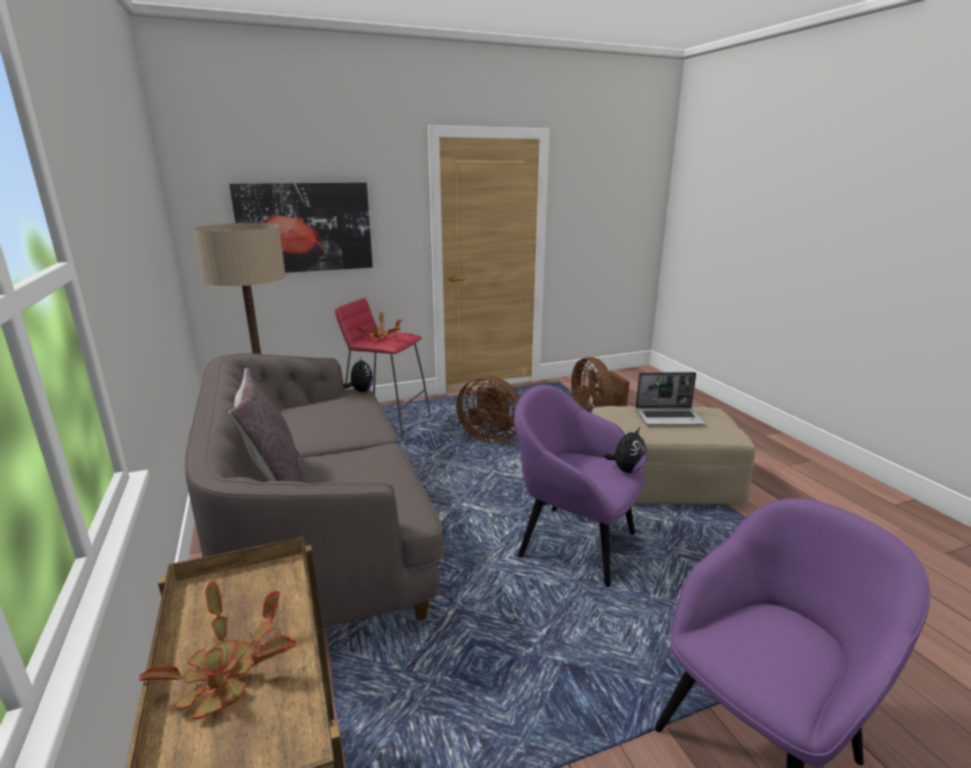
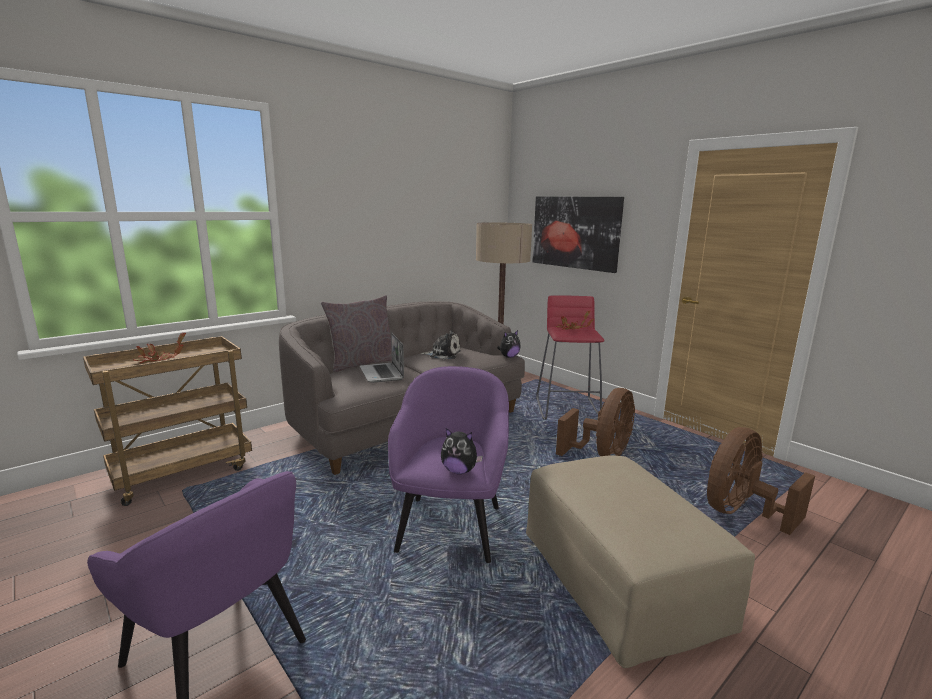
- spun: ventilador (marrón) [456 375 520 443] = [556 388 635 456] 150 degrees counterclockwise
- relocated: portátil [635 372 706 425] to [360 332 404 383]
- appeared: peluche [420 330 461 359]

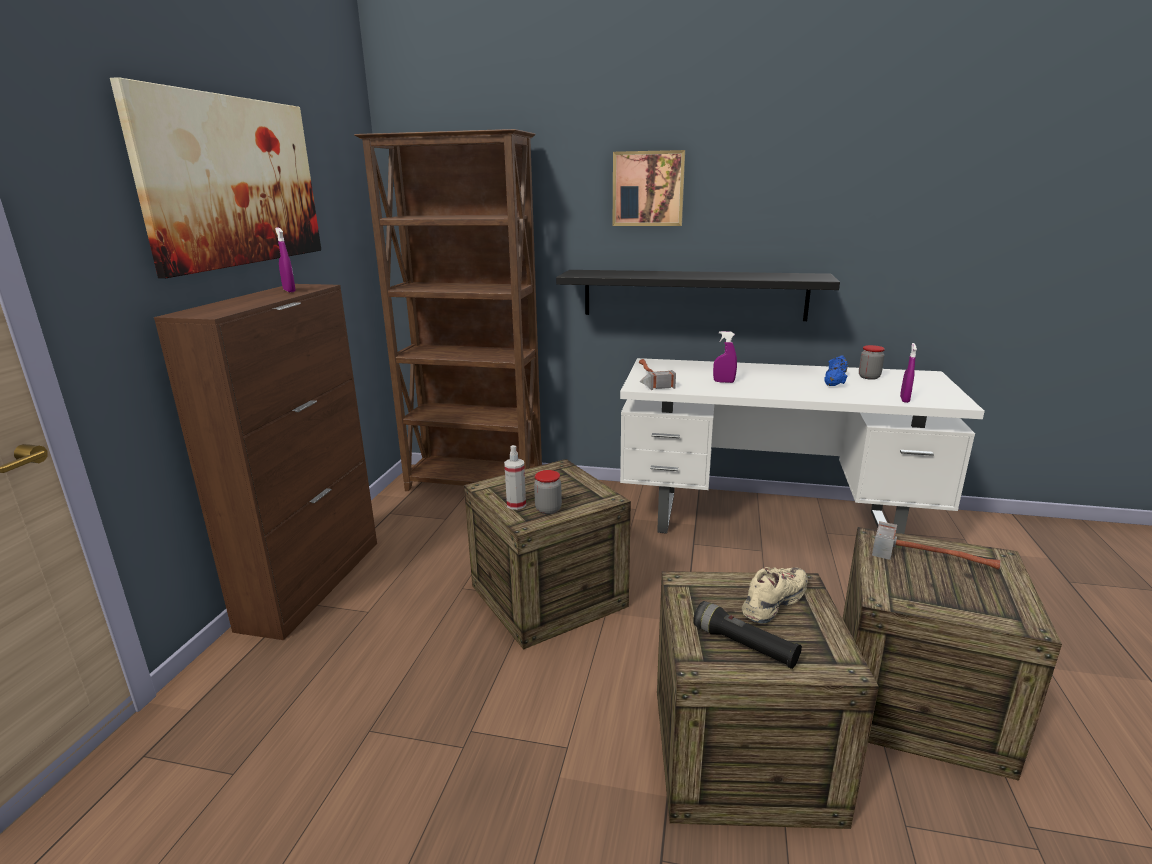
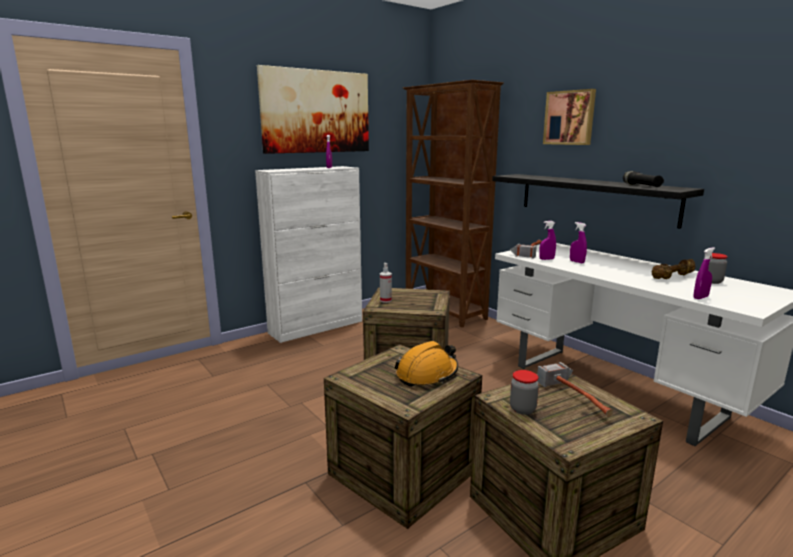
- colour: armario (marrón) [154 284 377 640] to armario (blanco) [255 166 362 343]
- relocated: tarro [534 470 562 514] to [510 370 539 415]
- relocated: linterna (negro) [693 601 802 669] to [623 171 664 187]
- exchanged: zapato (beis) [742 567 808 624] to casco (naranja) [395 341 458 387]
- colour: mancuerna (azul) [824 355 848 386] to mancuerna (marrón) [652 259 695 279]
- appeared: pulverizador (morado) [539 221 556 260]

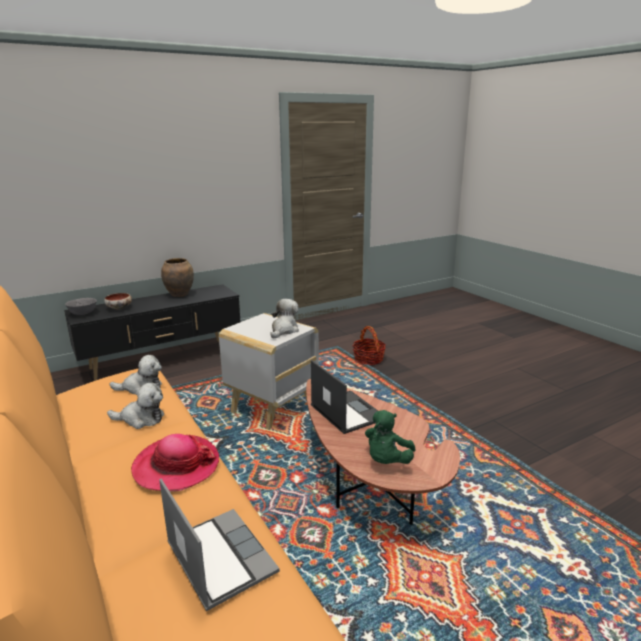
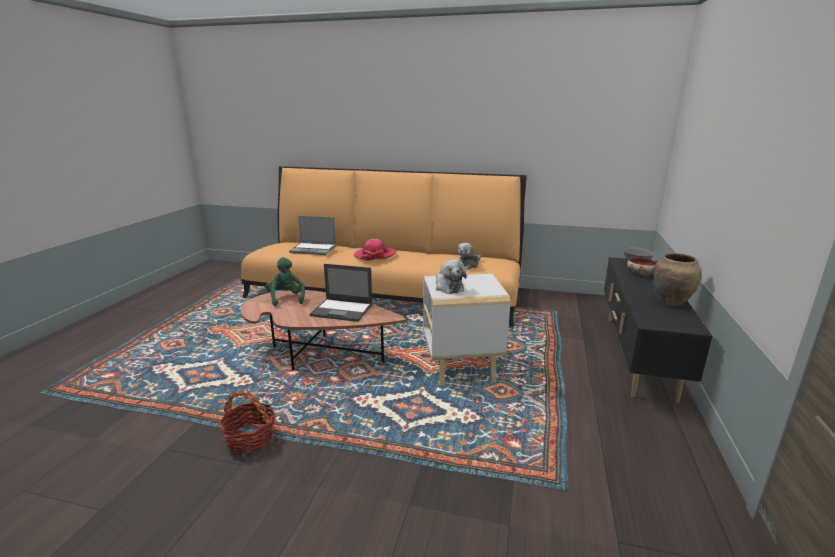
- missing: peluche [107 383 164 429]
- relocated: cesta [352 326 386 365] to [219 391 276 453]

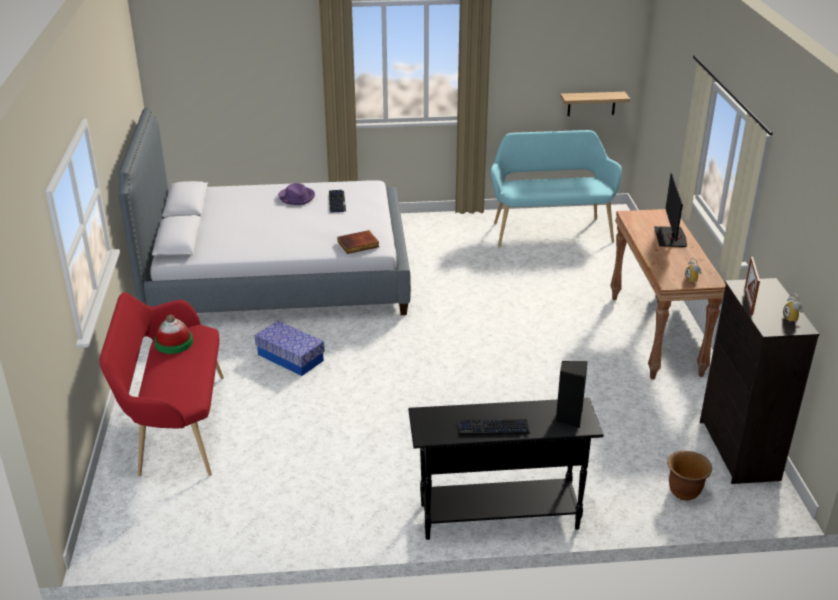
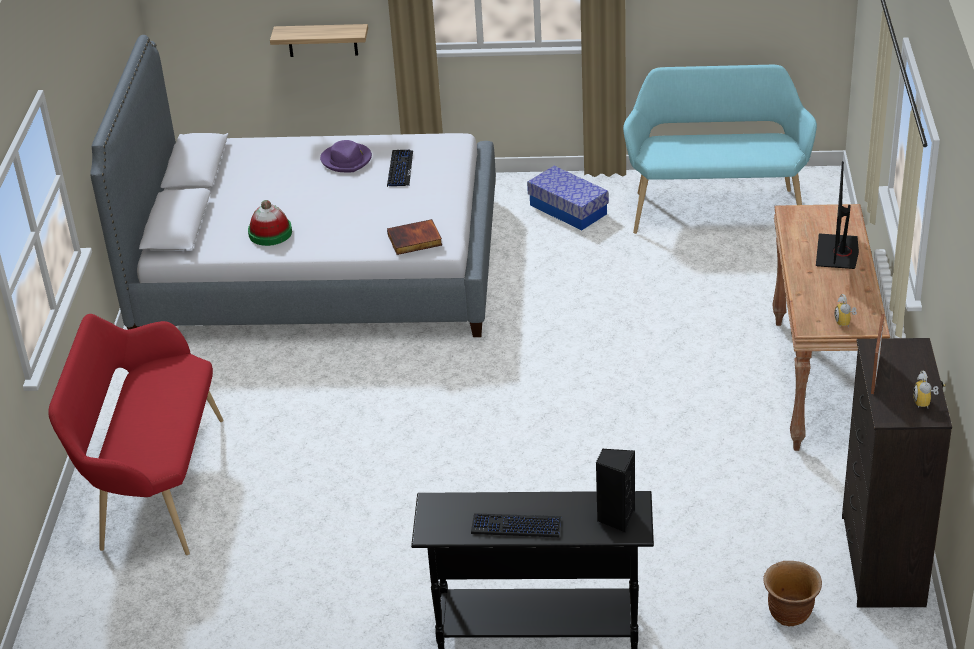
- relocated: sombrero [154 315 193 354] to [248 200 292 246]
- relocated: caja de almacenaje [255 321 325 376] to [527 166 609 230]
- relocated: estante [560 92 630 116] to [270 24 368 57]

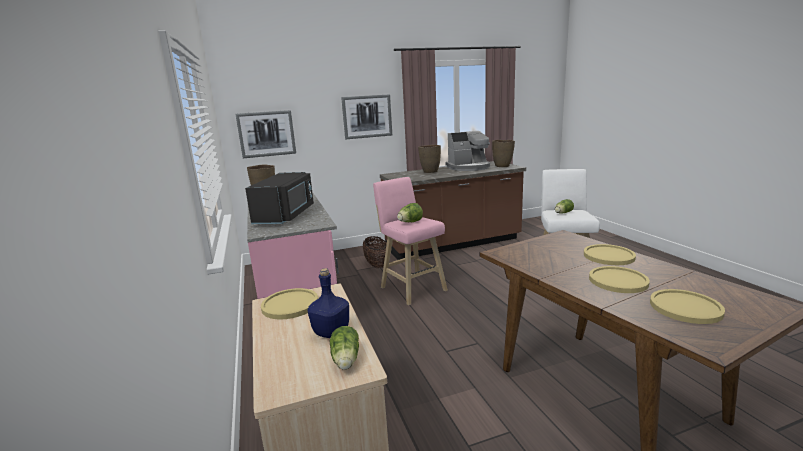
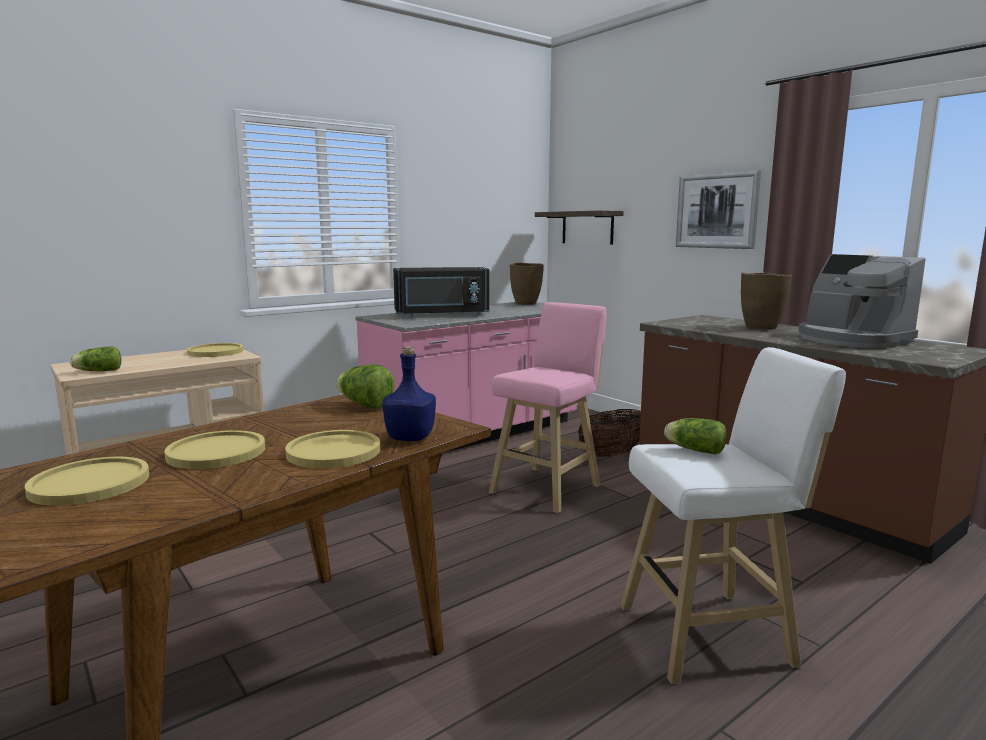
- exchanged: cuadro [235 110 296 158] to estante [535 210 624 245]
- relocated: botella (azul) [307 268 349 338] to [382 346 436 441]
- relocated: lechuga [397 203 423 222] to [336 364 395 409]
- missing: florero (marrón) [492 140 515 167]

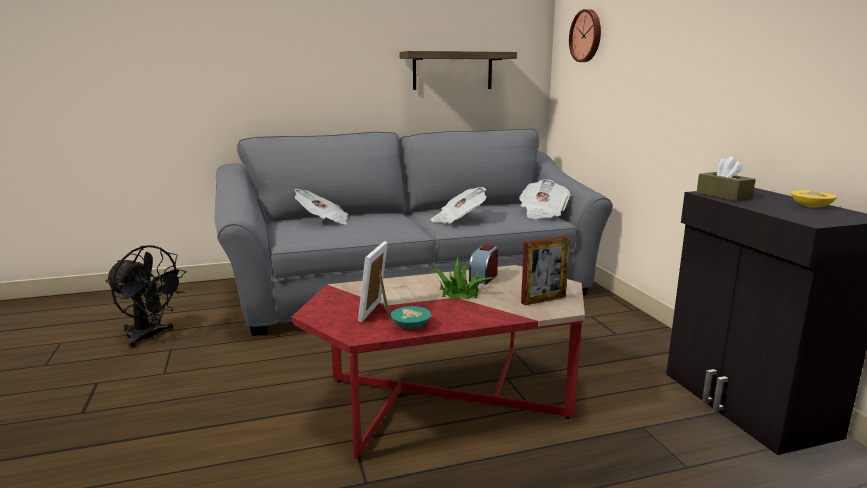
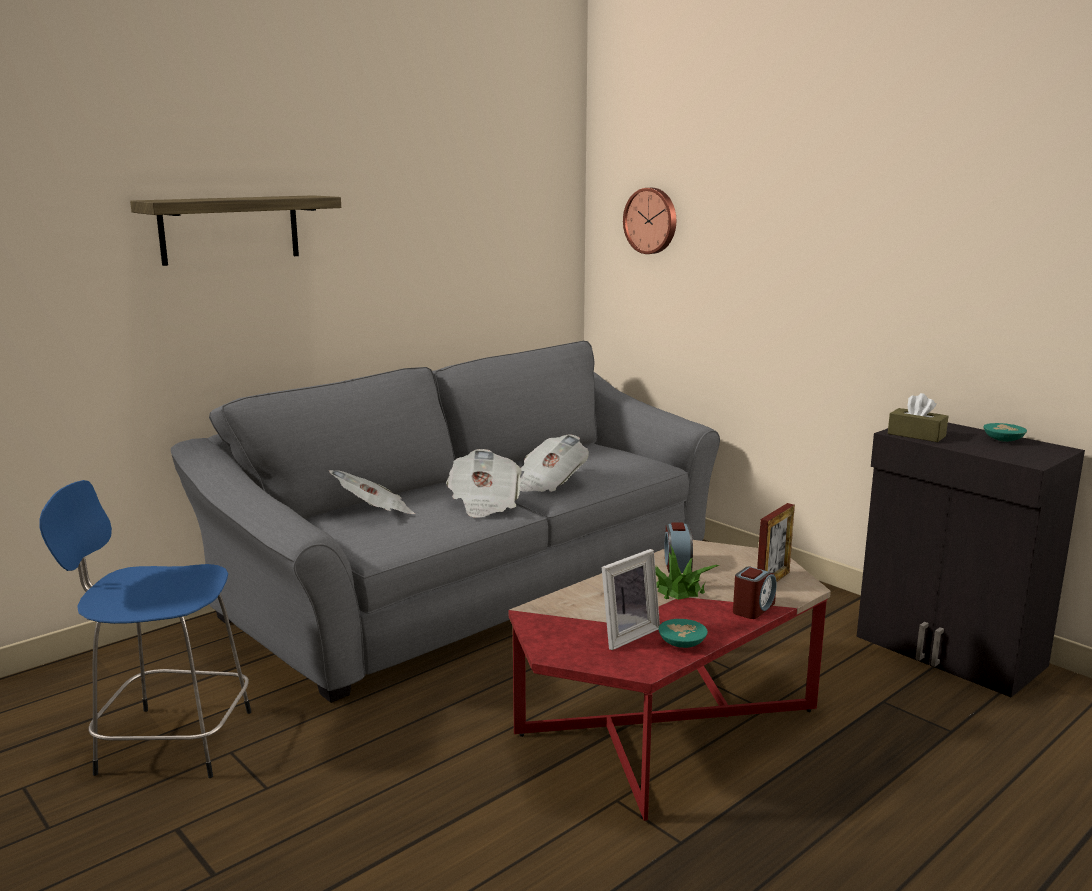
- exchanged: ventilador (negro) [105 245 187 348] to taburete (azul) [39 480 251 778]
- spun: portarretratos [358 241 389 322] = [602 549 660 650] 120 degrees counterclockwise
- relocated: estante [400 51 517 90] to [130 195 341 266]
- relocated: periódico [519 179 571 219] to [446 449 522 518]
- colour: cuenco (amarillo) [791 190 837 208] to cuenco (turquesa) [983 423 1027 442]
- appeared: despertador [733 566 777 619]

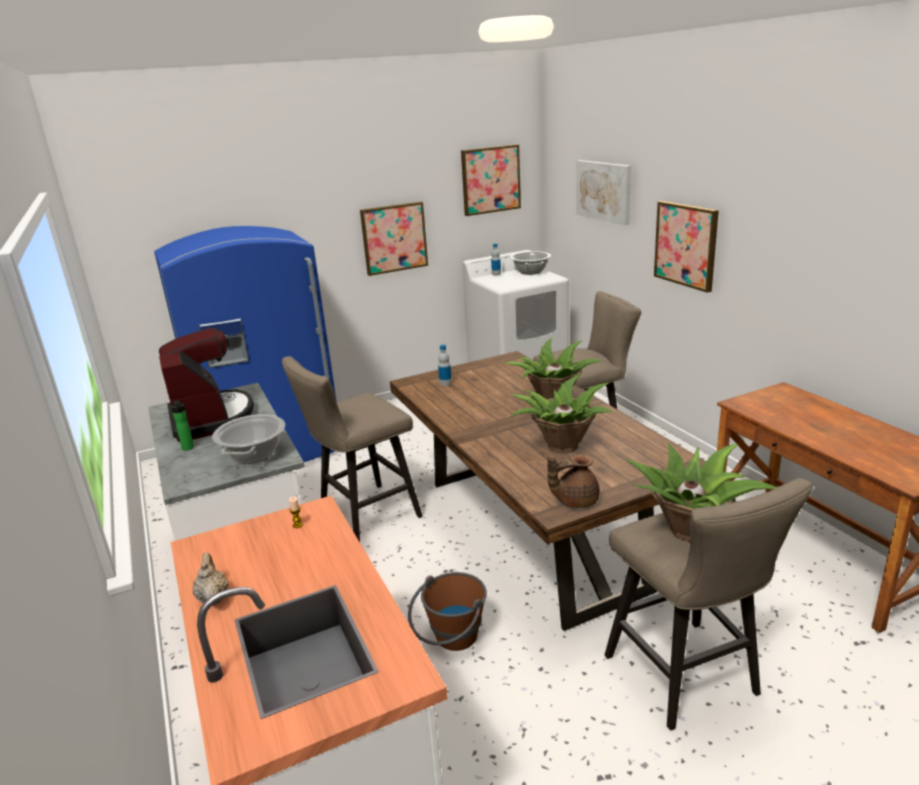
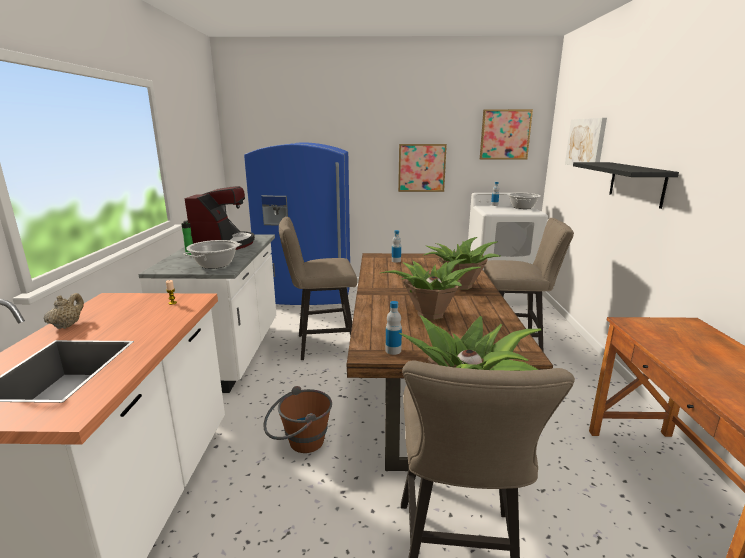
- exchanged: tetera (marrón) [548 454 600 508] to botella [386 301 402 355]
- exchanged: cuadro [654 201 719 293] to estante (negro) [573 162 679 209]

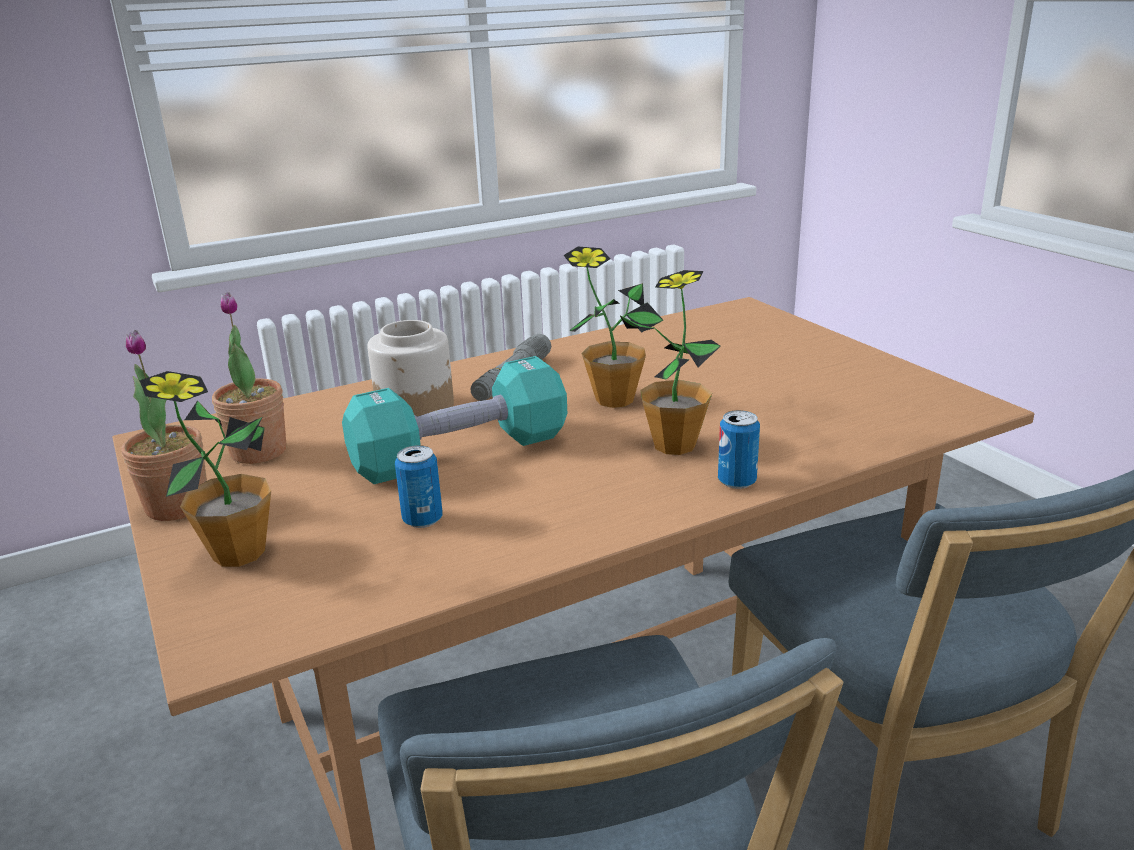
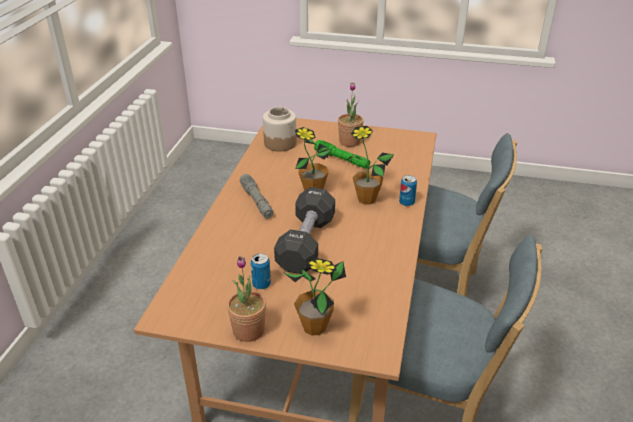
- relocated: planta en maceta [212 292 286 464] to [338 82 364 147]
- colour: mancuerna (turquesa) [342 356 567 484] to mancuerna (negro) [274 187 335 274]
- relocated: tarro [367 320 454 416] to [263 107 297 152]
- relocated: lata [395 445 443 528] to [251 253 271 289]
- appeared: linterna (verde) [314 140 370 169]

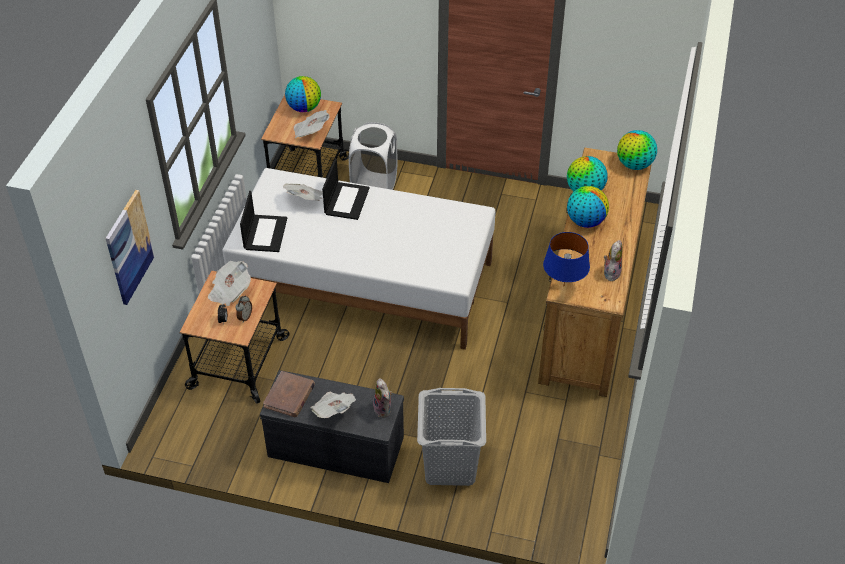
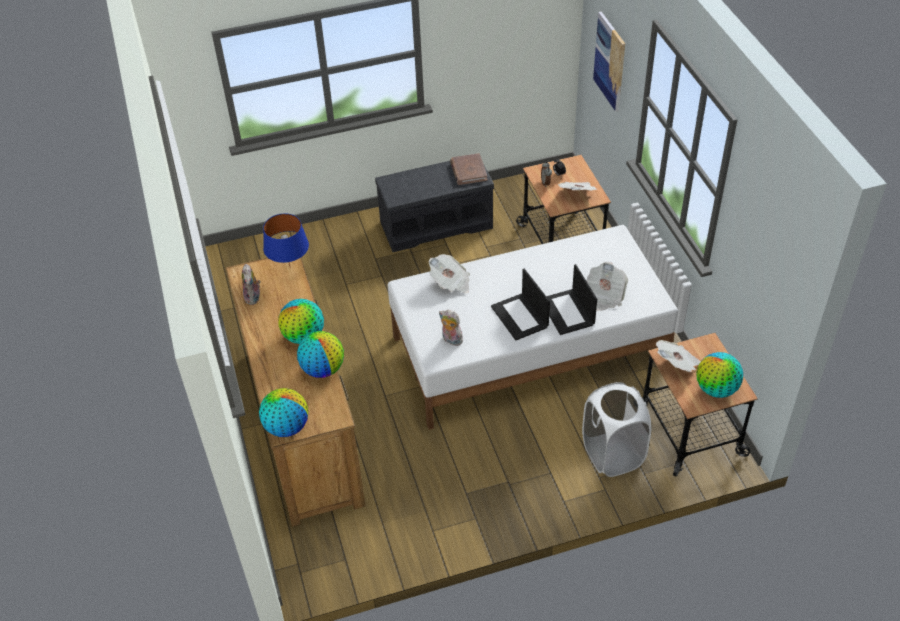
- relocated: portátil [240 191 287 252] to [491 269 550 341]
- relocated: periódico [310 392 356 418] to [429 254 470 293]
- relocated: peluche [373 378 393 417] to [439 310 463 346]
- missing: cesto de la ropa (gris) [417 388 486 486]

